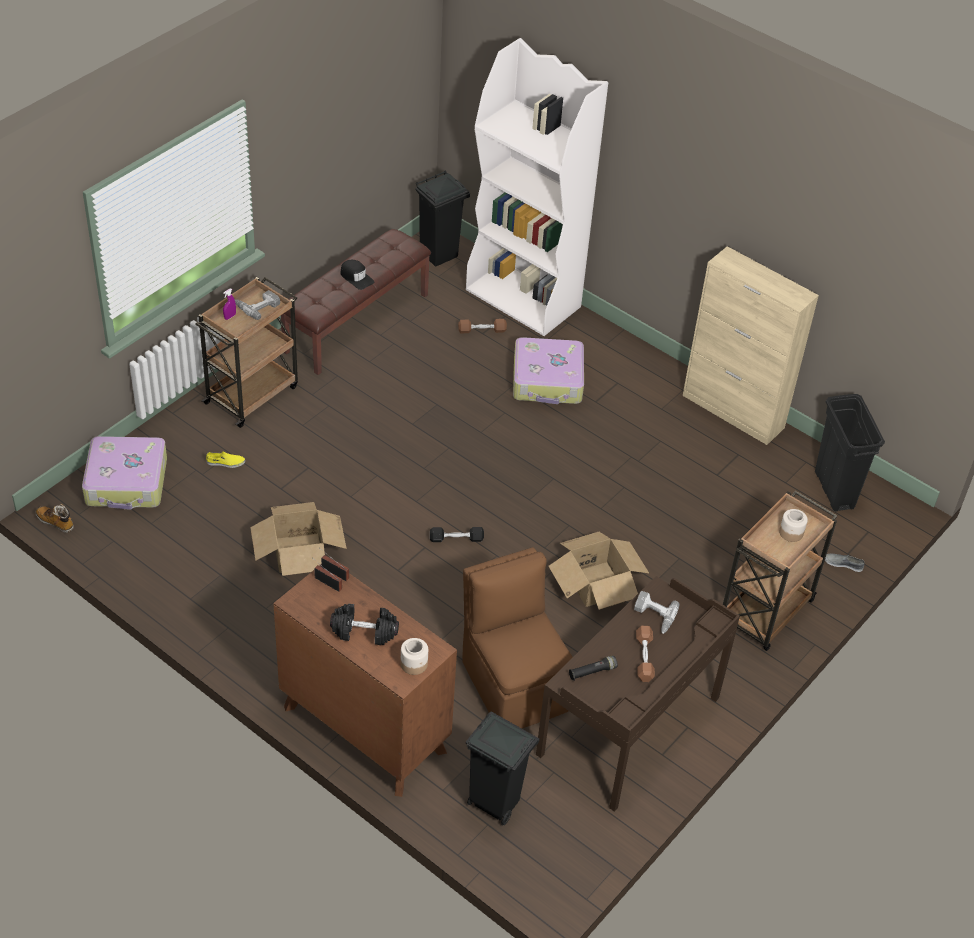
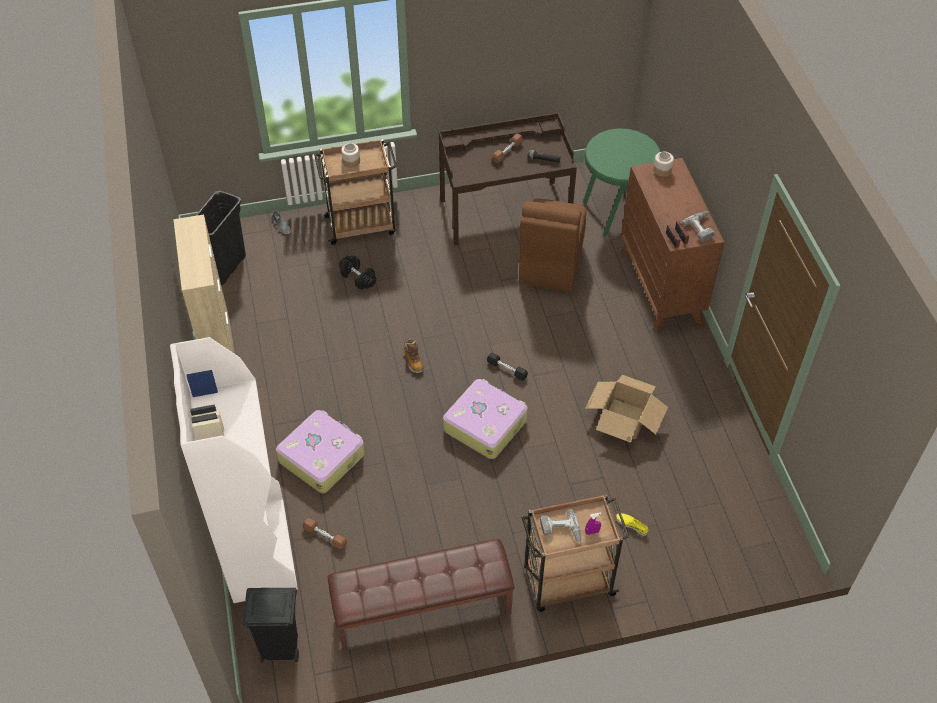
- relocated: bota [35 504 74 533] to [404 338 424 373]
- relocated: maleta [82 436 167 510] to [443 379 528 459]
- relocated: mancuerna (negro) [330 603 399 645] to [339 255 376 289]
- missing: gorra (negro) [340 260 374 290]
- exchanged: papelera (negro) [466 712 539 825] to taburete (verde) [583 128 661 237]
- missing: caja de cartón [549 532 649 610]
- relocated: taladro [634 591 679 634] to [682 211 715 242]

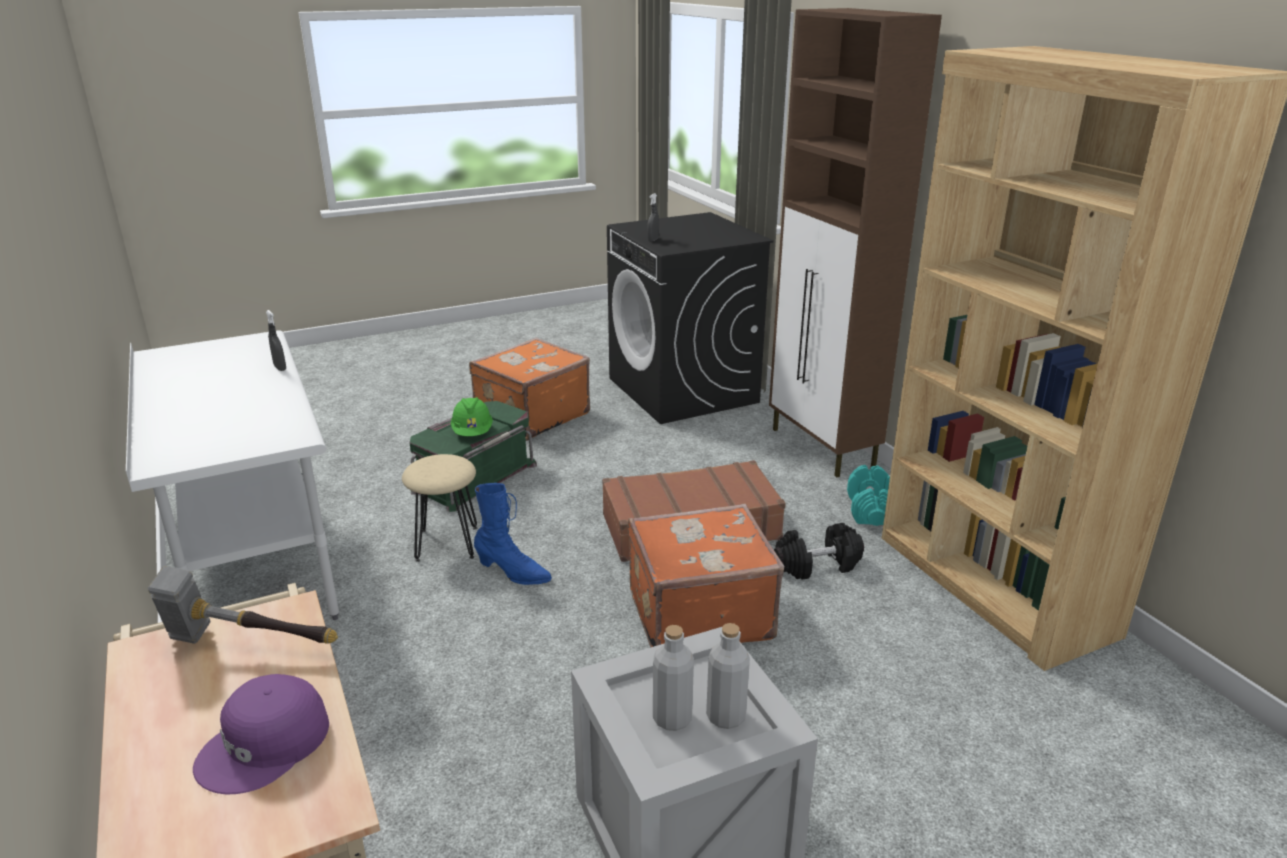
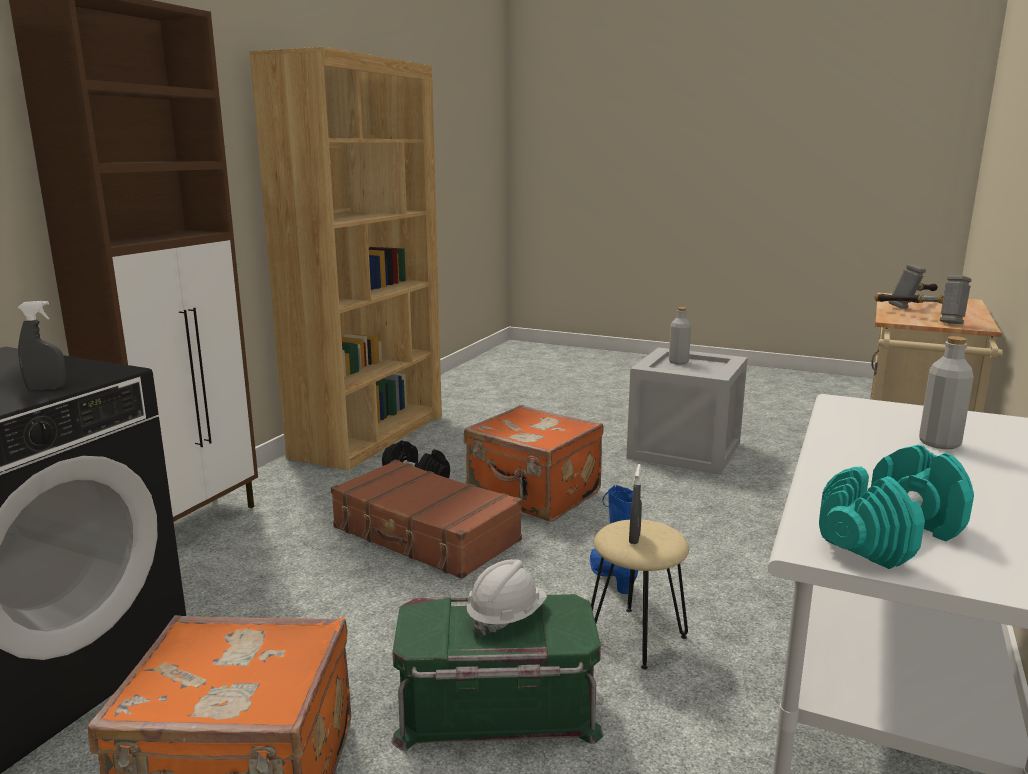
- exchanged: gorra (morado) [193 674 329 794] to martillo [889 264 938 309]
- relocated: pulverizador (gris) [266 310 286 371] to [629 464 642 544]
- colour: casco (verde) [450 397 493 436] to casco (blanco) [467 559 547 636]
- relocated: botella (gris) [653 625 694 731] to [919 336 974 449]
- relocated: mancuerna (turquesa) [847 465 890 526] to [819 445 974 569]

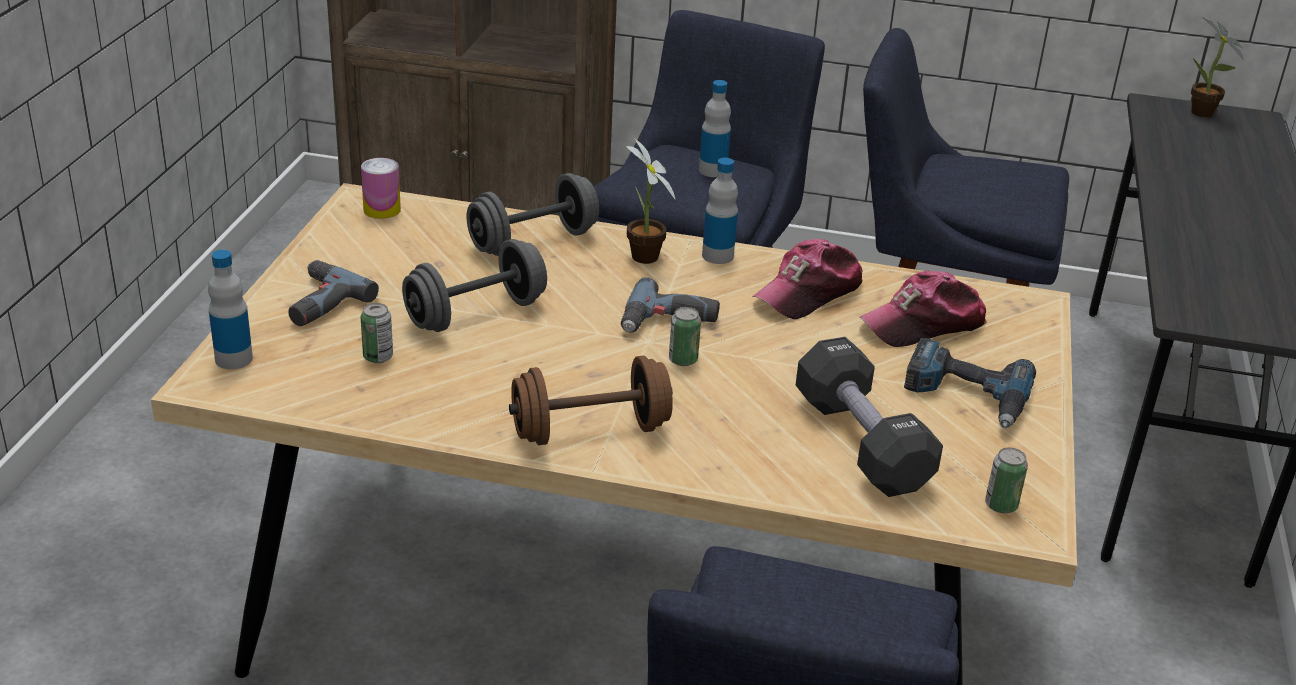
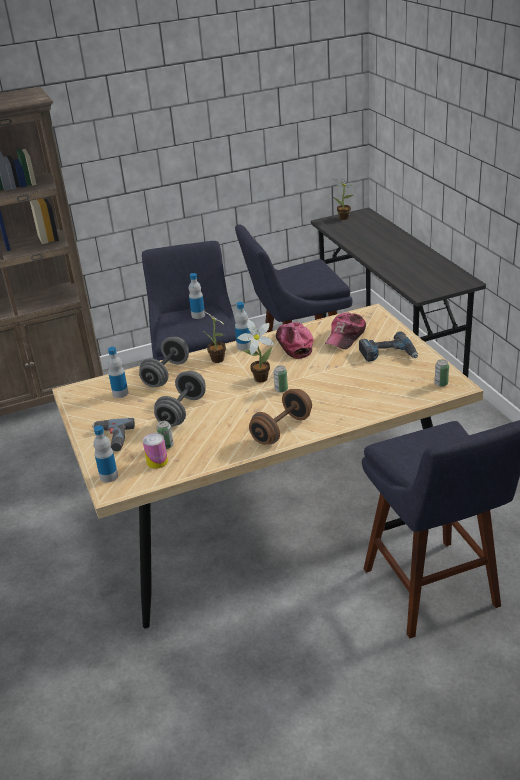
- relocated: lata [361 158 401 219] to [143 433 168 469]
- exchanged: taladro [621 277 720 332] to planta en maceta [237 320 274 383]
- spun: gorra [752 239 863 319] = [276 322 313 359] 150 degrees clockwise
- missing: mancuerna (negro) [796 337 943 497]
- appeared: botella [107 347 128 398]

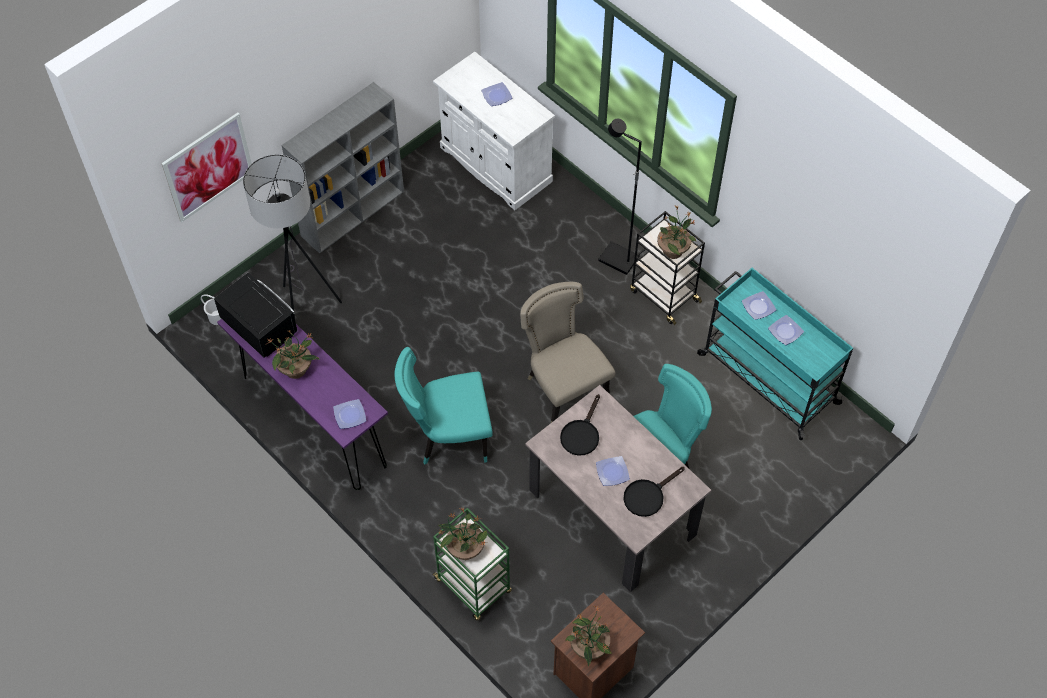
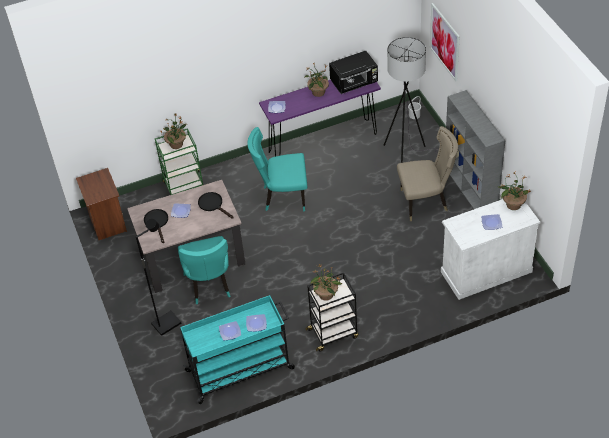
- spun: silla (turquesa) [395 347 493 465] = [248 127 307 211] 105 degrees counterclockwise
- relocated: silla (beis) [520 282 616 423] to [397 126 458 221]
- relocated: planta en maceta [565 605 612 666] to [498 172 531 210]
- relocated: lámpara de pie (negro) [598 119 642 275] to [136 219 181 336]

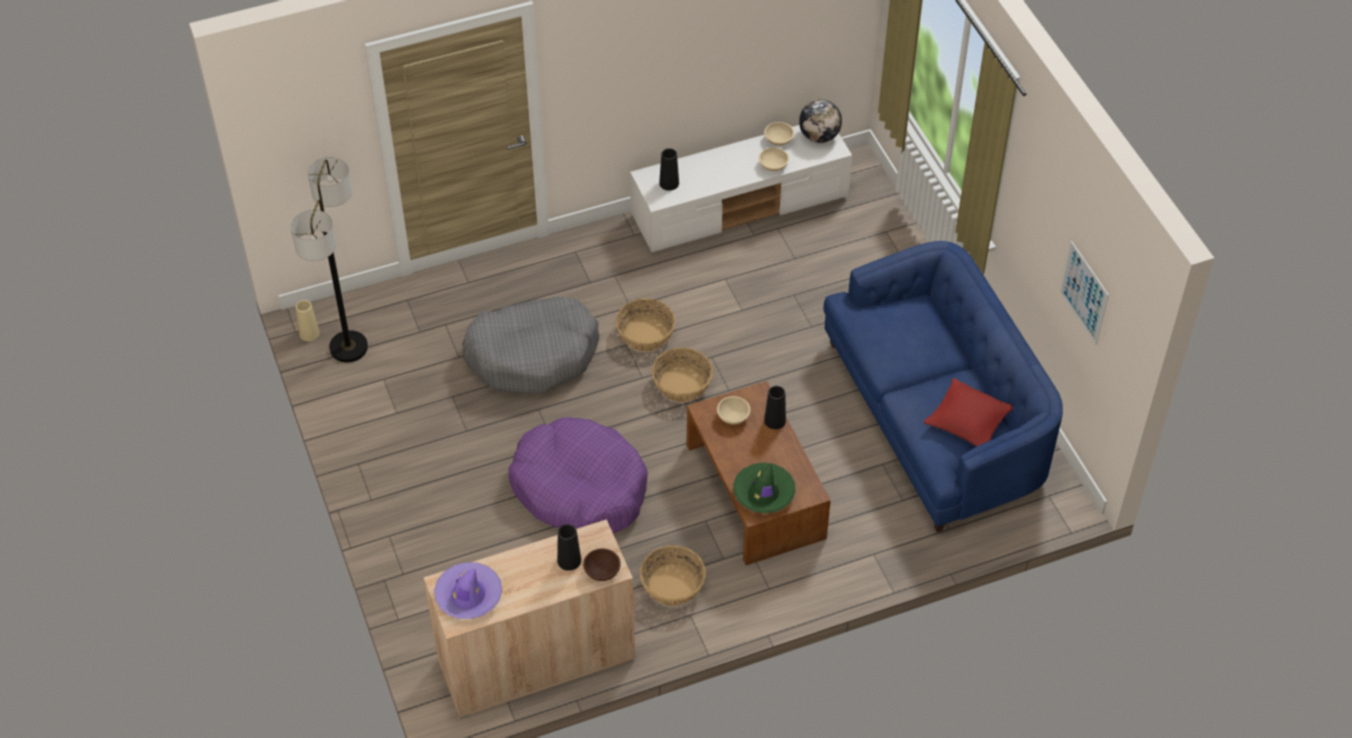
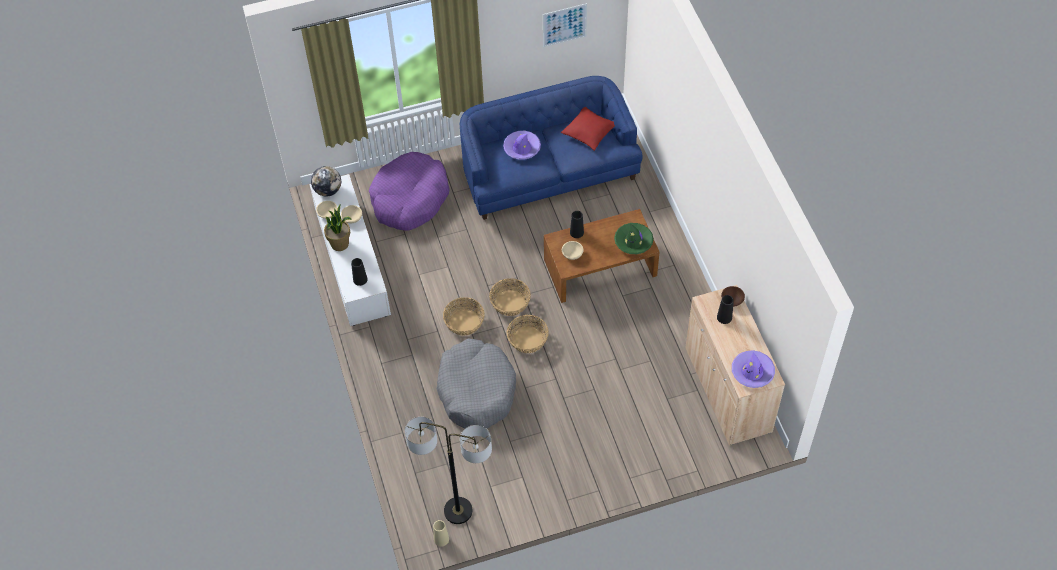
- relocated: cama para perro (morado) [508 417 648 534] to [369 152 450 231]
- relocated: cesta [640 545 706 606] to [507 315 549 353]
- appeared: planta en maceta [324 204 352 251]
- appeared: sombrero (morado) [503 131 541 160]

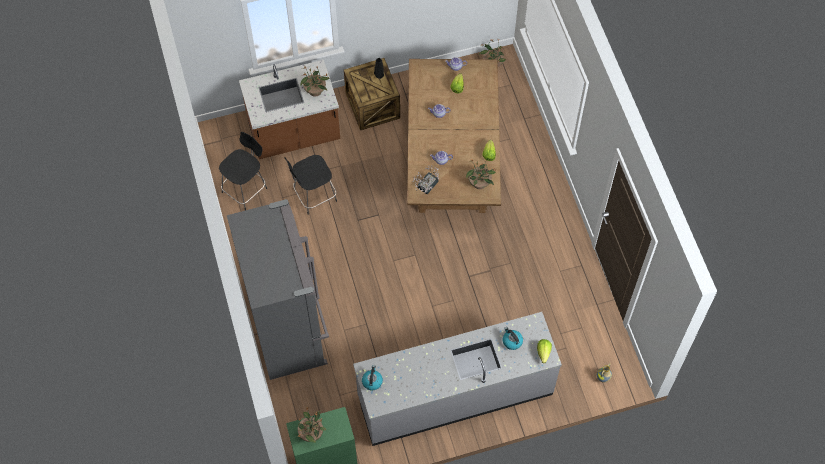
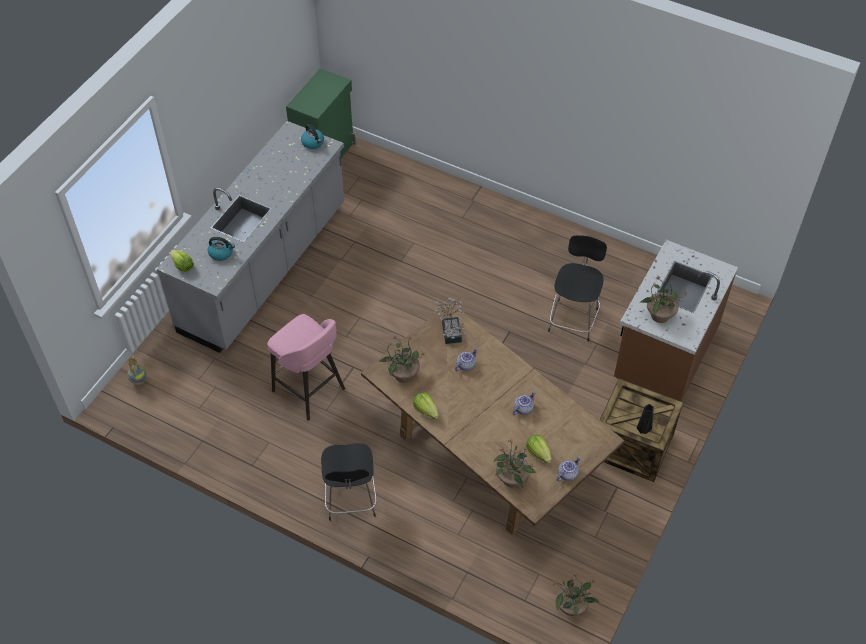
- relocated: taburete (negro) [219 132 267 211] to [321 443 377 521]
- missing: nevera (gris) [227 199 329 380]
- relocated: planta en maceta [297 406 326 443] to [494 438 536 488]
- appeared: taburete (rosa) [267 314 345 421]

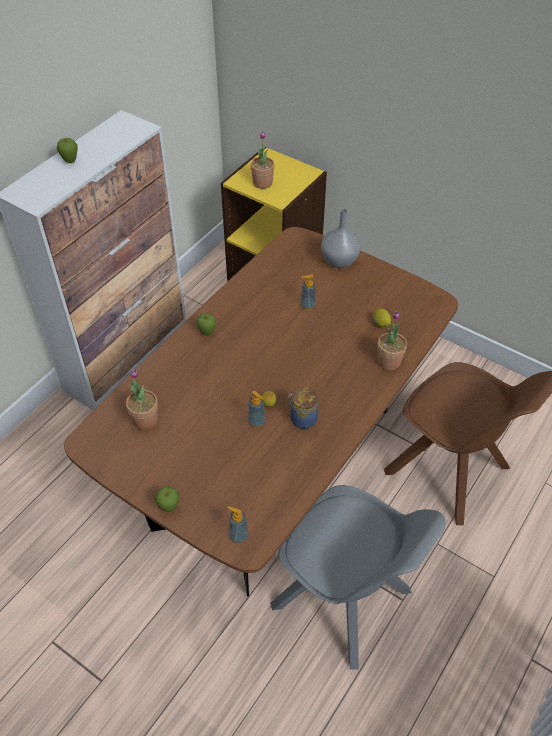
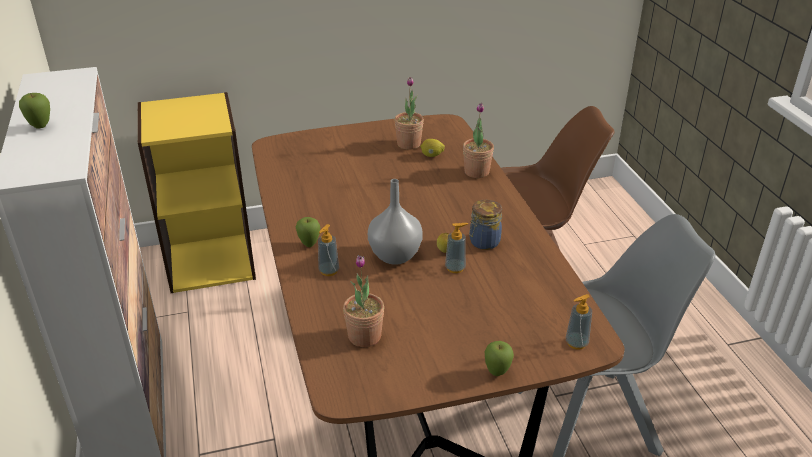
- relocated: planta en maceta [251 131 274 189] to [395 77 424 150]
- relocated: dispensador de jabón [301 275 316 310] to [318 224 339 276]
- relocated: florero (gris) [321 208 361 268] to [368 179 423 265]

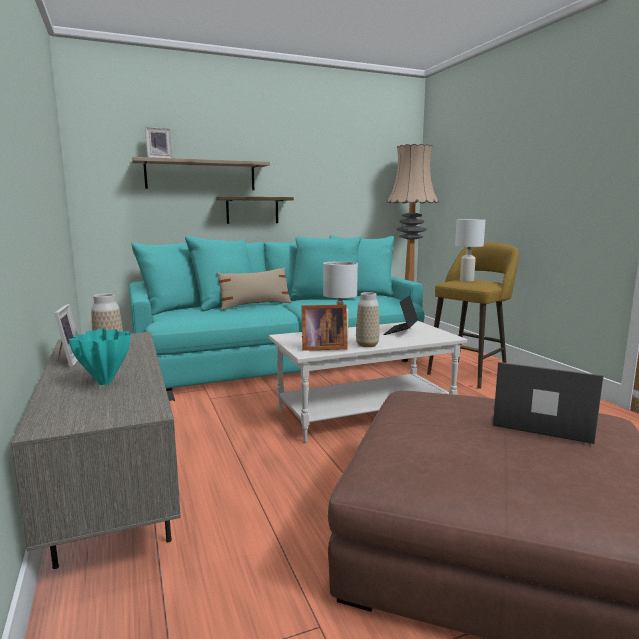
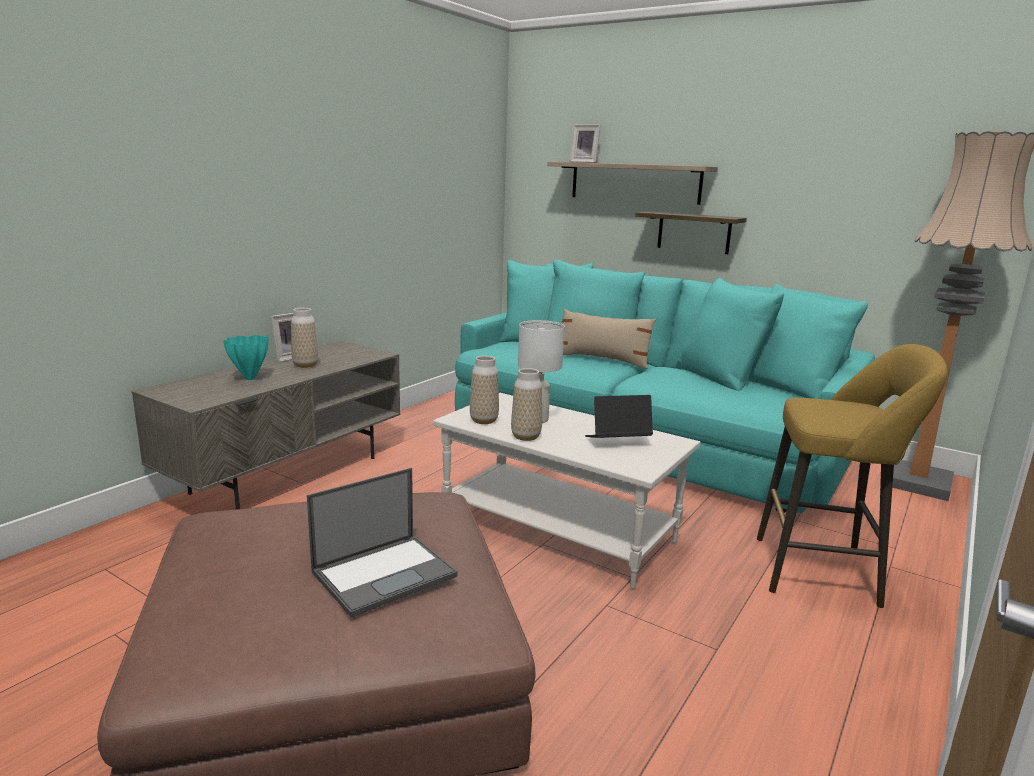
- exchanged: portarretratos [301 305 348 351] to florero [470 356 499 424]
- missing: lámpara de mesa (blanco) [455 219 485 282]
- spun: portátil [493 362 604 444] = [307 468 457 617] 60 degrees clockwise

